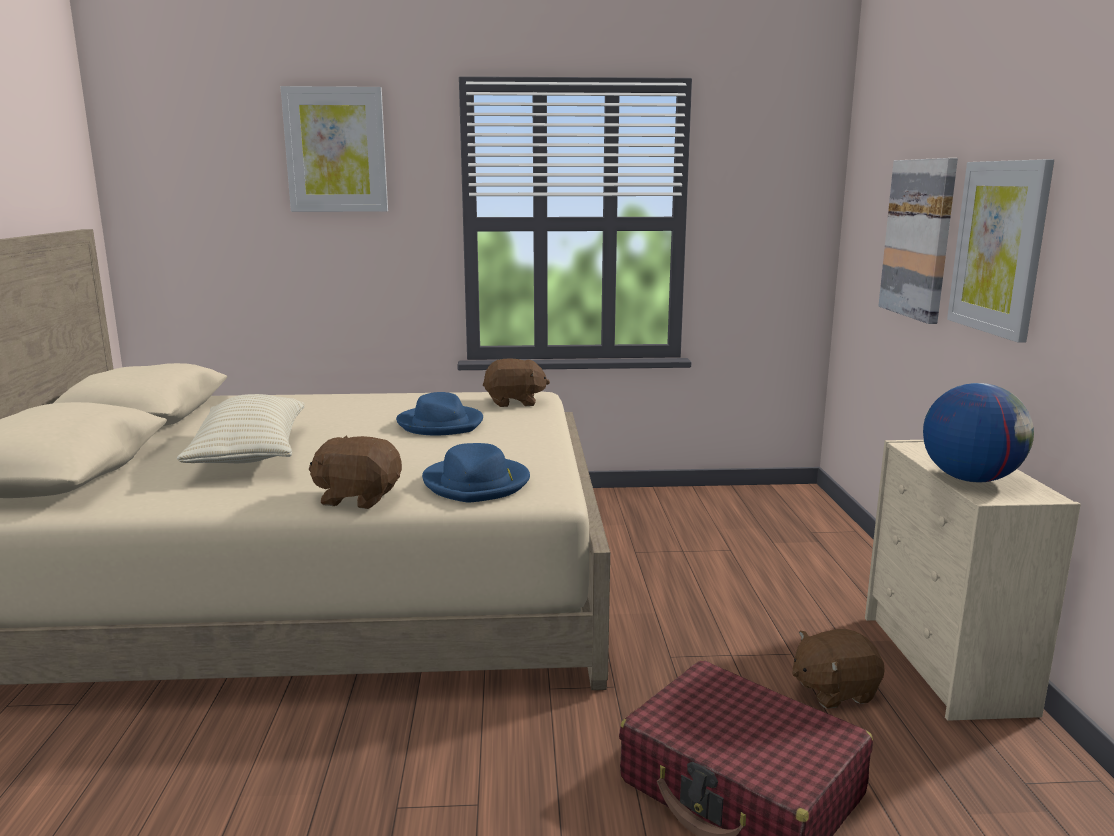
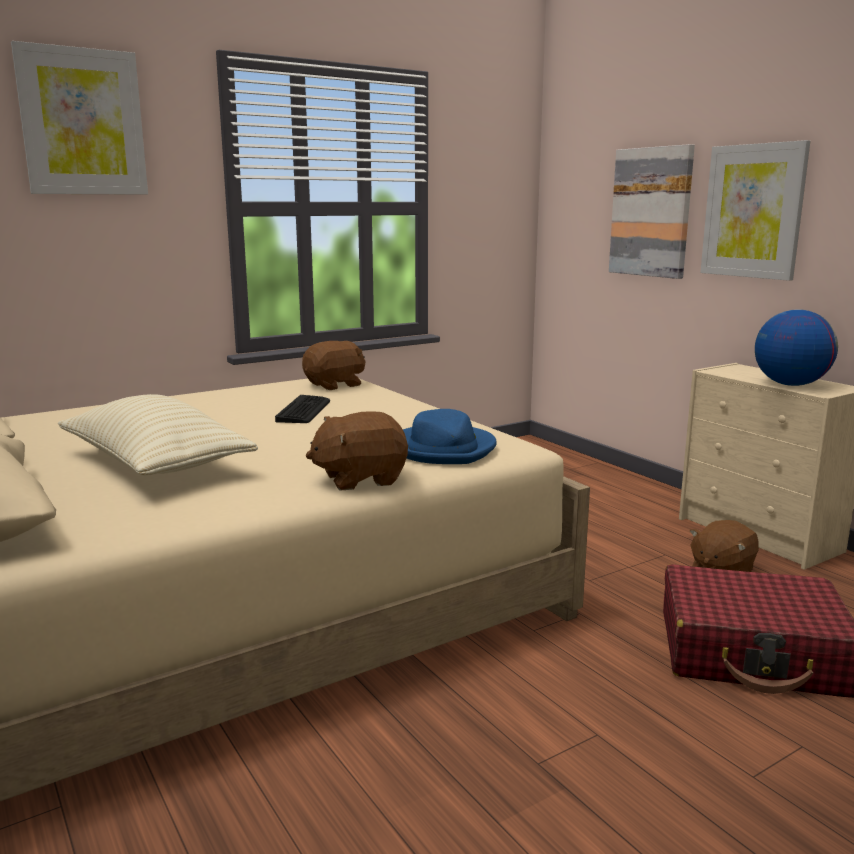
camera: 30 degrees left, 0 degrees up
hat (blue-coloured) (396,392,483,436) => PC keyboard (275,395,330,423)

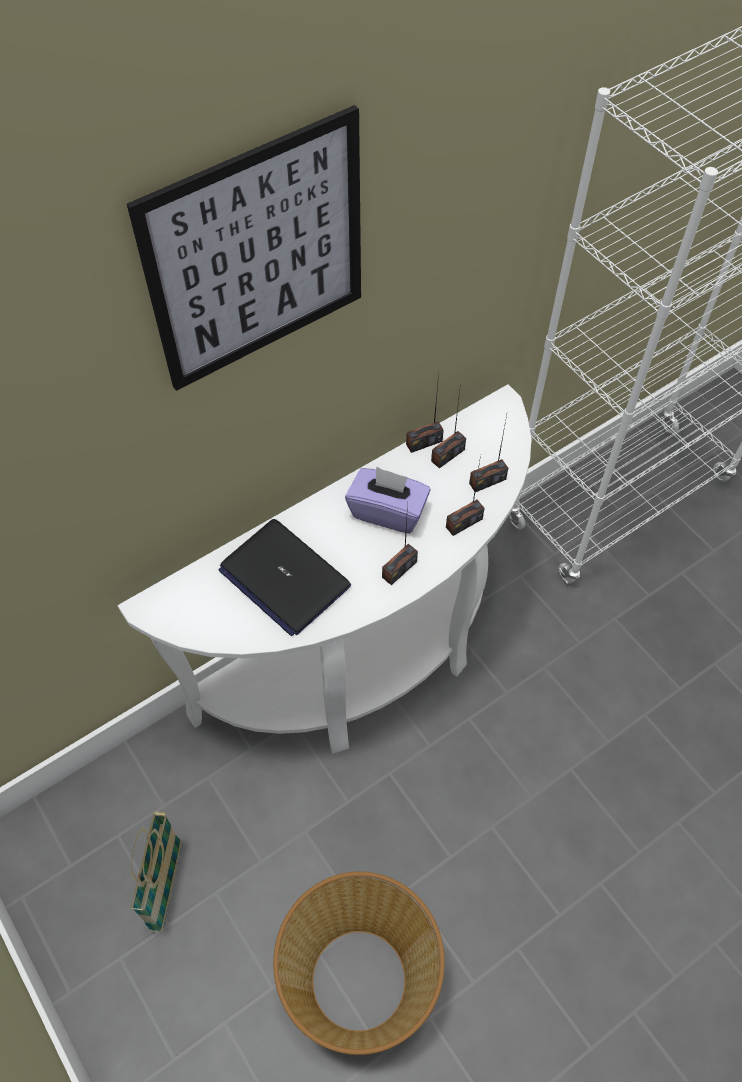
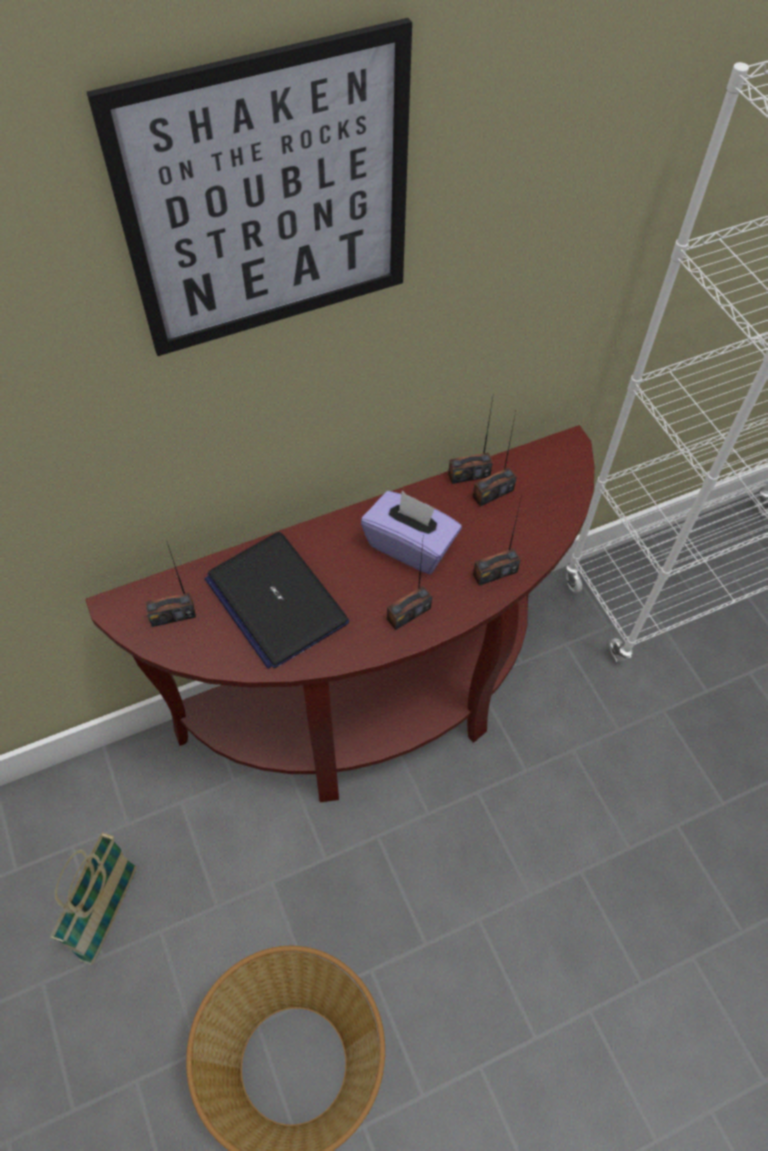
camera: 10 degrees right, 0 degrees up
hall table (white-coloured) (118,384,532,754) => hall table (brown-coloured) (85,425,594,802)
radio (469,415,508,492) => radio (145,542,196,627), relocated

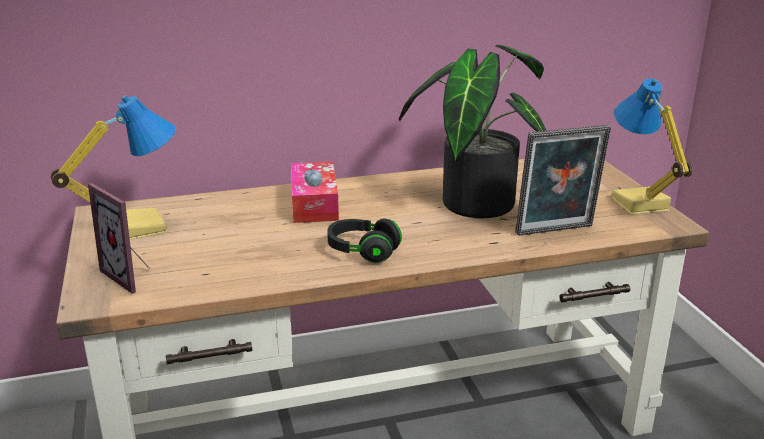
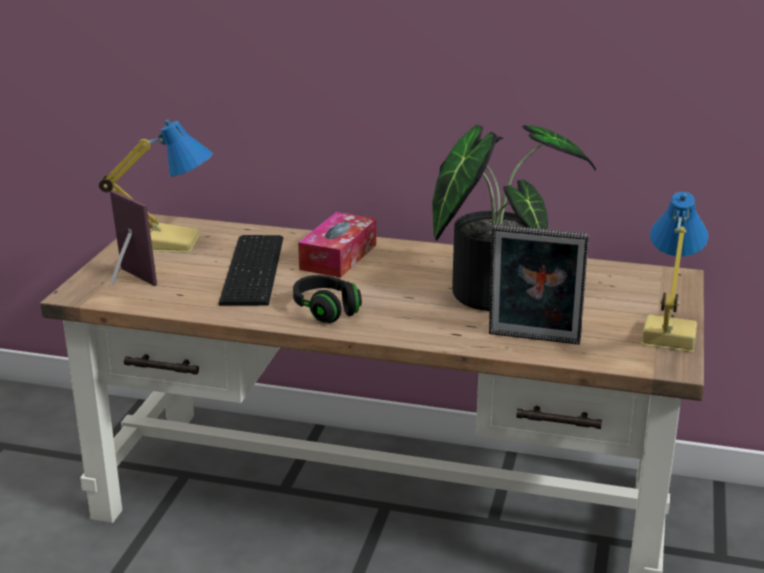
camera: 30 degrees right, 0 degrees up
picture frame (88,183,149,294) => picture frame (110,190,157,286), 150 degrees clockwise
nothing => PC keyboard (218,235,283,306)

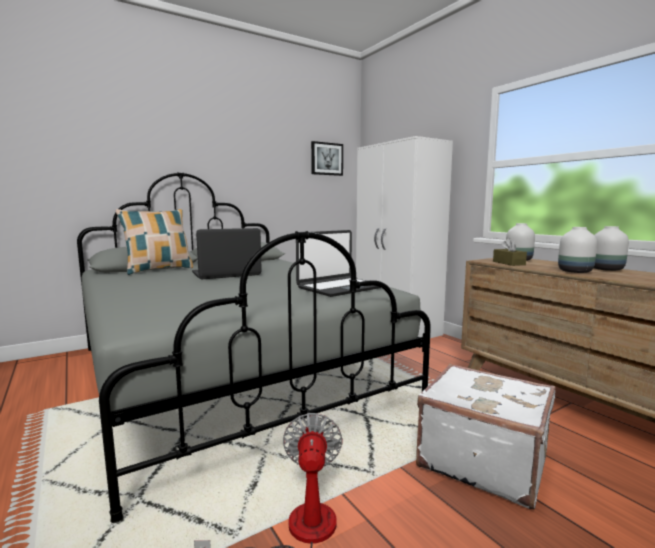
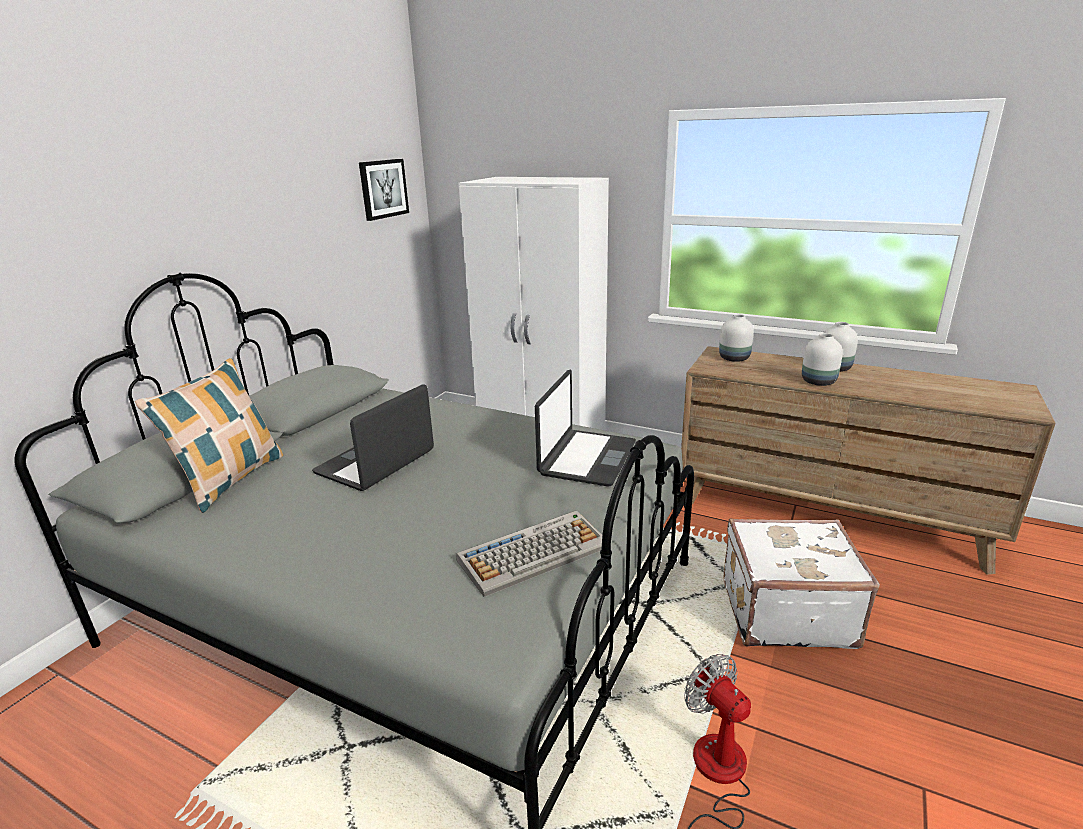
camera: 30 degrees left, 15 degrees up
nothing => PC keyboard (456,510,602,597)
box of tissues (brown-coloured) (493,238,527,266) => nothing

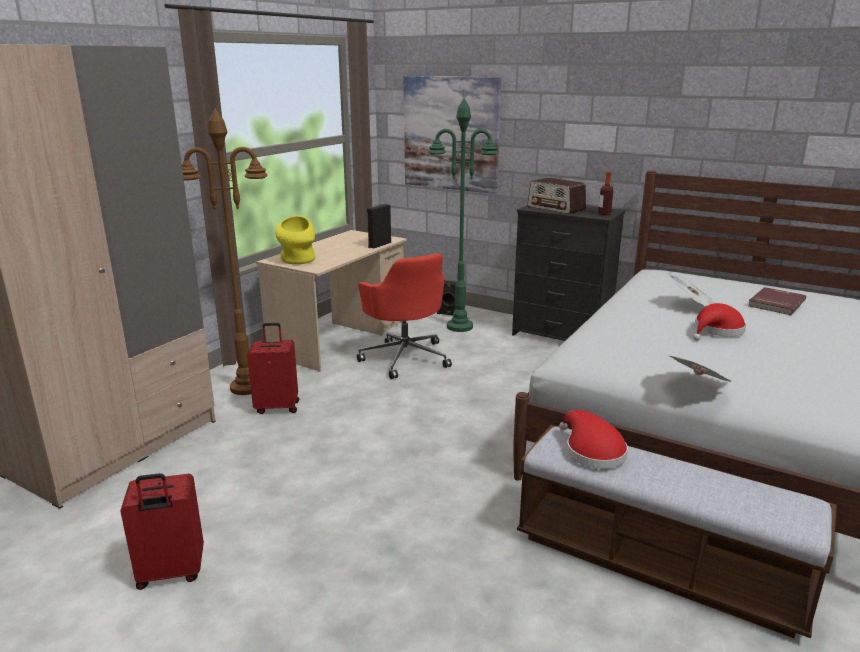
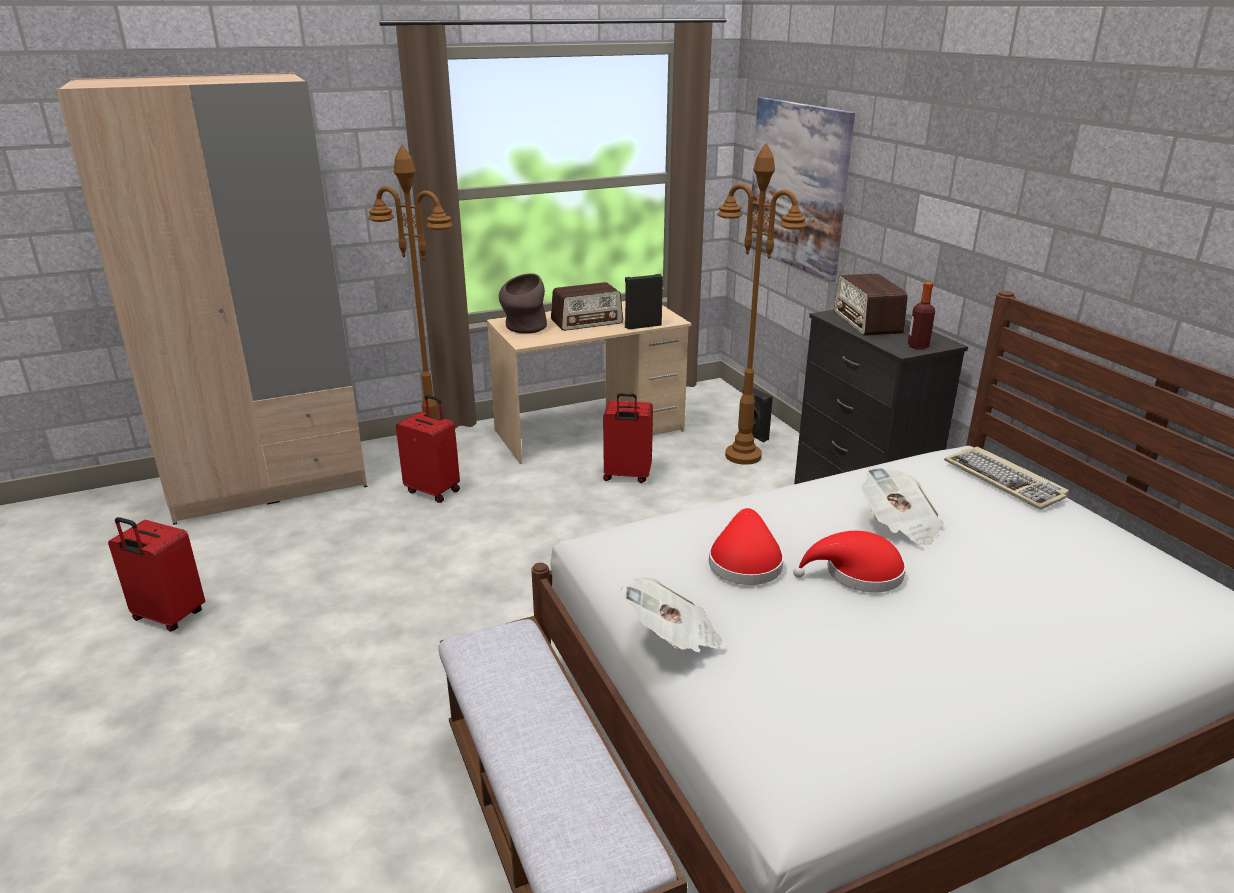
camera: 35 degrees right, 5 degrees up
flower vase (yellow) (275,216,315,264) => flower vase (brown-coloured) (499,273,547,334)
nothing => radio (551,282,623,331)
office chair (red-coloured) (357,253,452,379) => travel case (red-coloured) (603,393,653,483)
hat (red-coloured) (559,410,628,469) => hat (red-coloured) (709,508,784,585), relocated
standing lamp (green) (428,98,498,332) => standing lamp (brown-coloured) (717,143,807,465)
nothing => PC keyboard (944,447,1069,510)
bound book (red-coloured) (748,287,806,315) => nothing

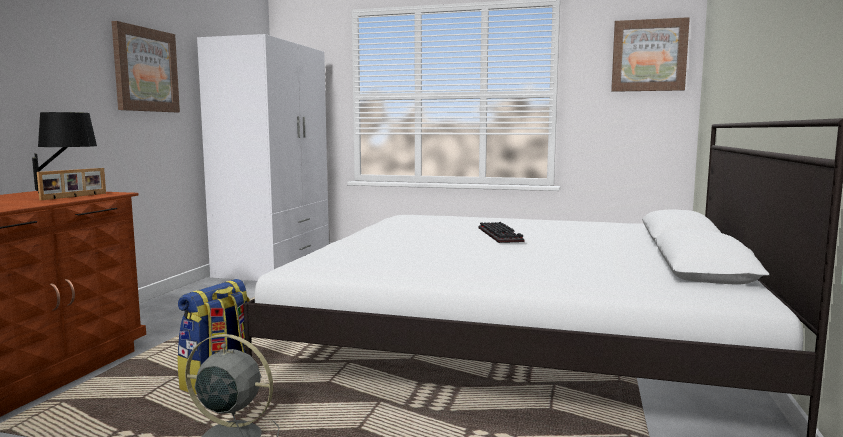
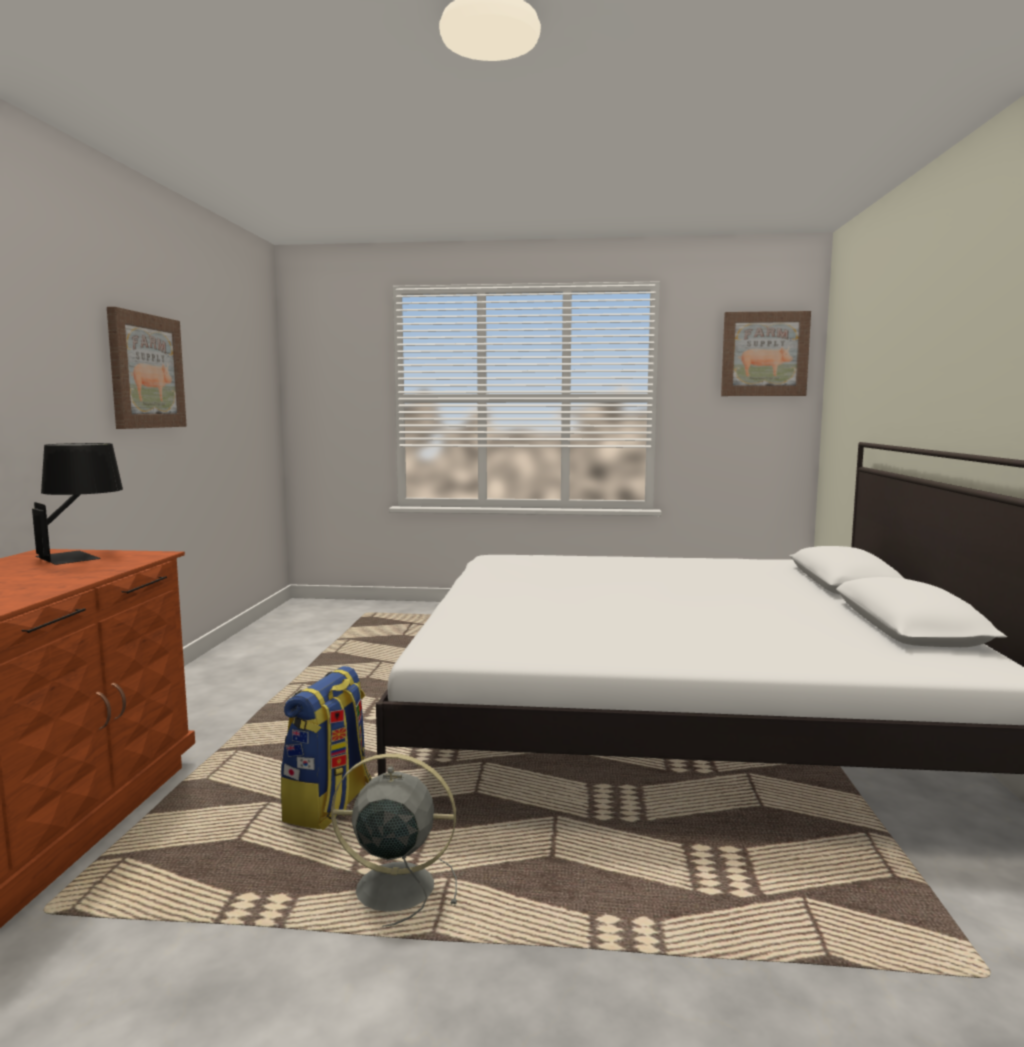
camera: 10 degrees left, 0 degrees up
picture frame (37,168,106,200) => nothing
wardrobe (white-coloured) (197,34,329,281) => nothing
PC keyboard (479,222,525,243) => nothing

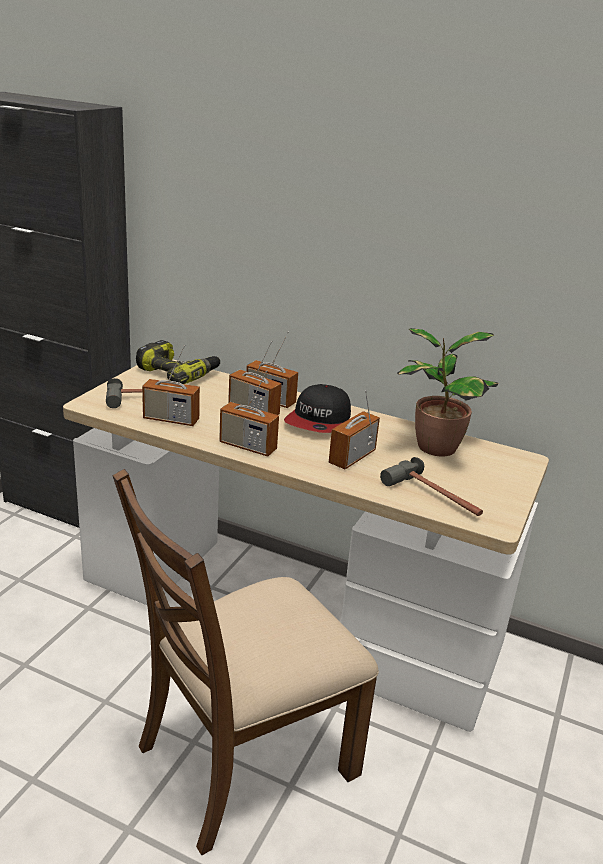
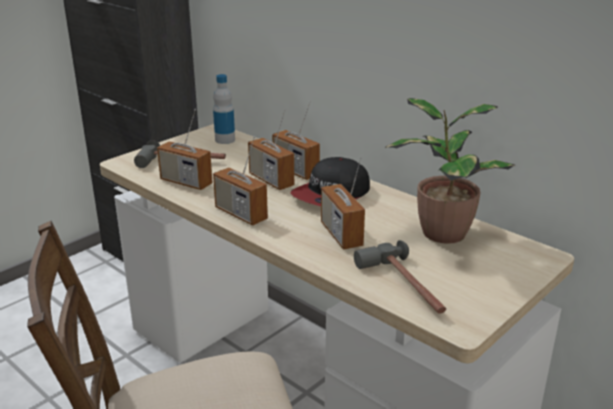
camera: 20 degrees right, 0 degrees up
drill (136,340,220,384) => drink bottle (213,74,235,144)
radio (329,390,380,469) => radio (321,157,365,249), 75 degrees counterclockwise

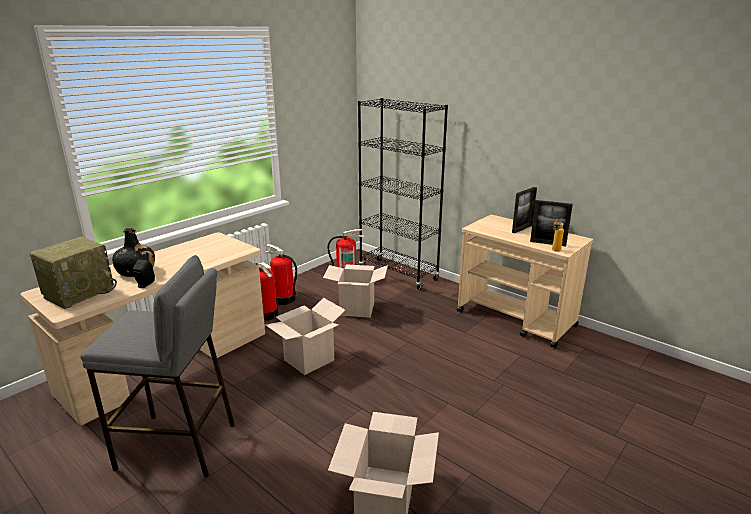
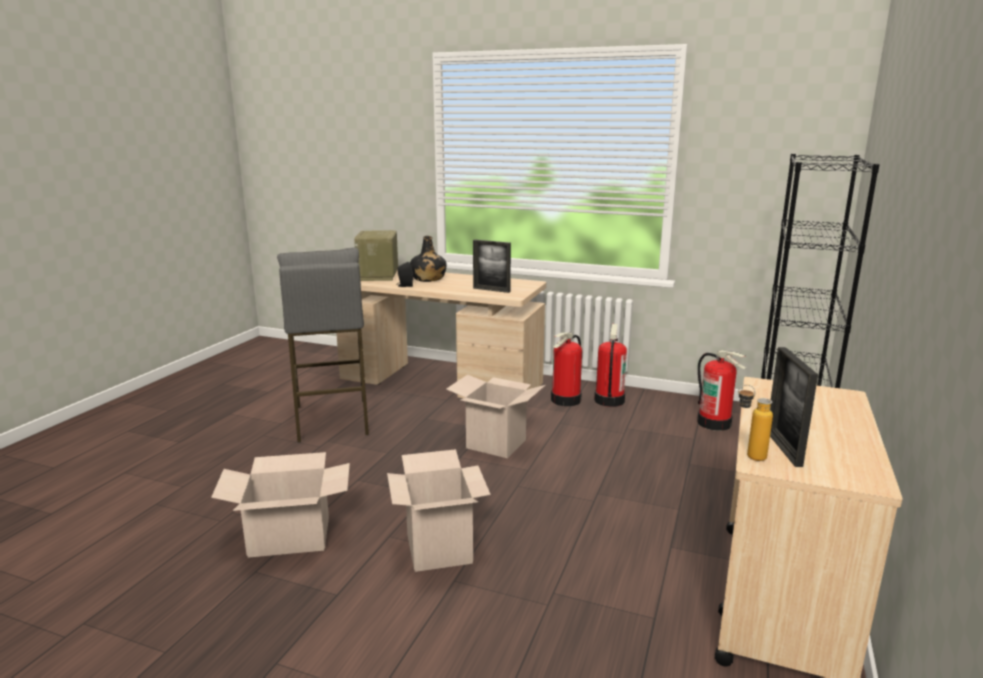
camera: 70 degrees right, 5 degrees down
radio (30,237,117,309) => radio (354,230,398,281), 75 degrees clockwise
carton (323,264,388,318) => carton (387,449,491,572), relocated
picture frame (512,187,537,234) => picture frame (473,240,511,293), relocated

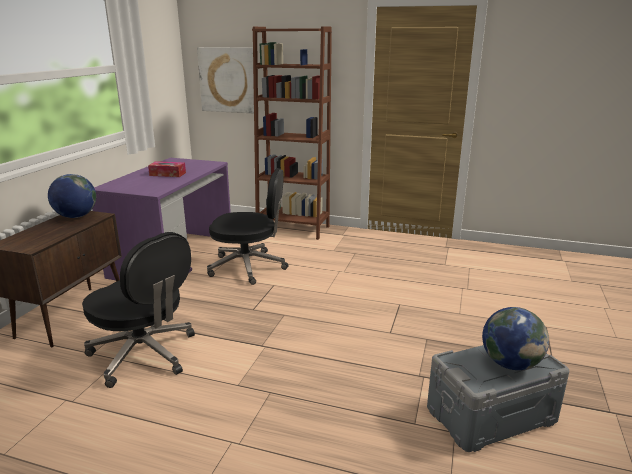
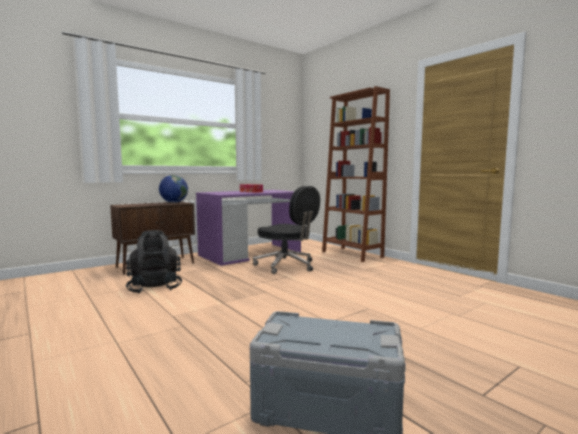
camera: 35 degrees right, 15 degrees down
office chair (blackish) (82,232,195,388) => knapsack (blackish) (126,230,182,294)
picture (197,47,254,113) => nothing
desk globe (482,307,549,370) => nothing

